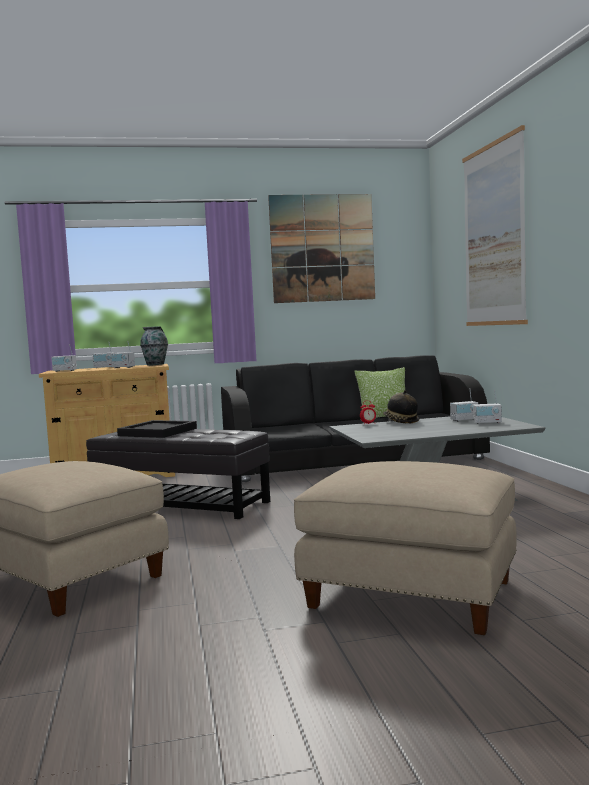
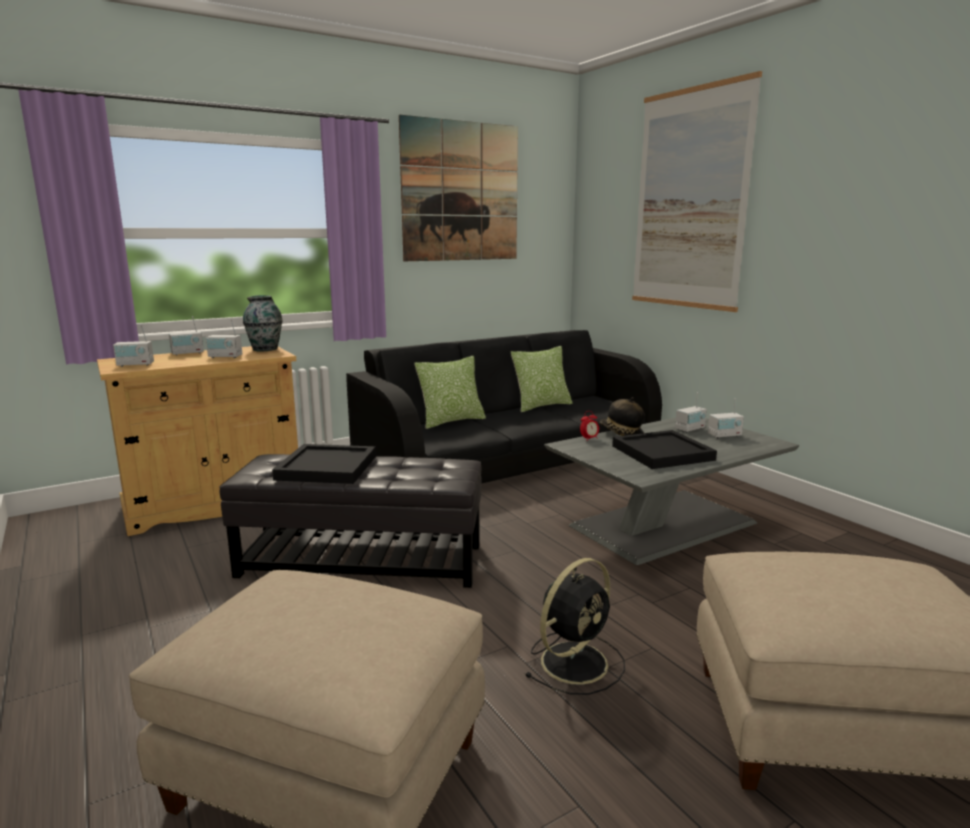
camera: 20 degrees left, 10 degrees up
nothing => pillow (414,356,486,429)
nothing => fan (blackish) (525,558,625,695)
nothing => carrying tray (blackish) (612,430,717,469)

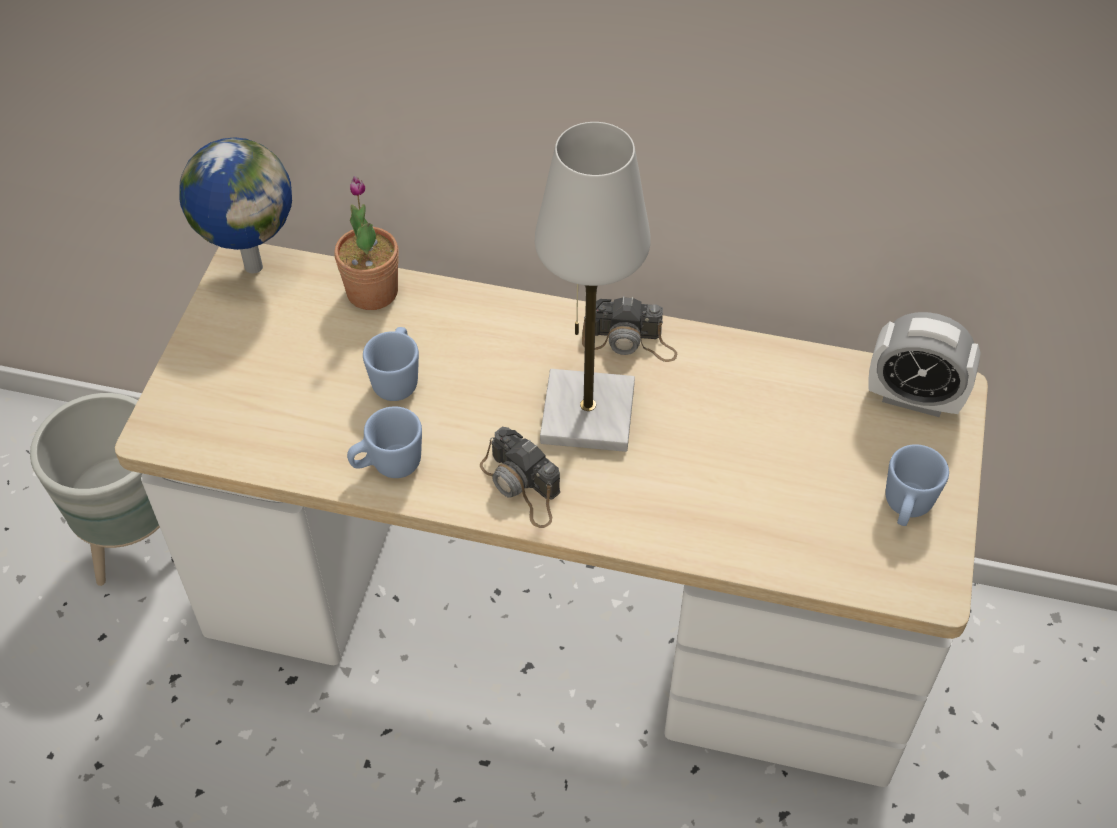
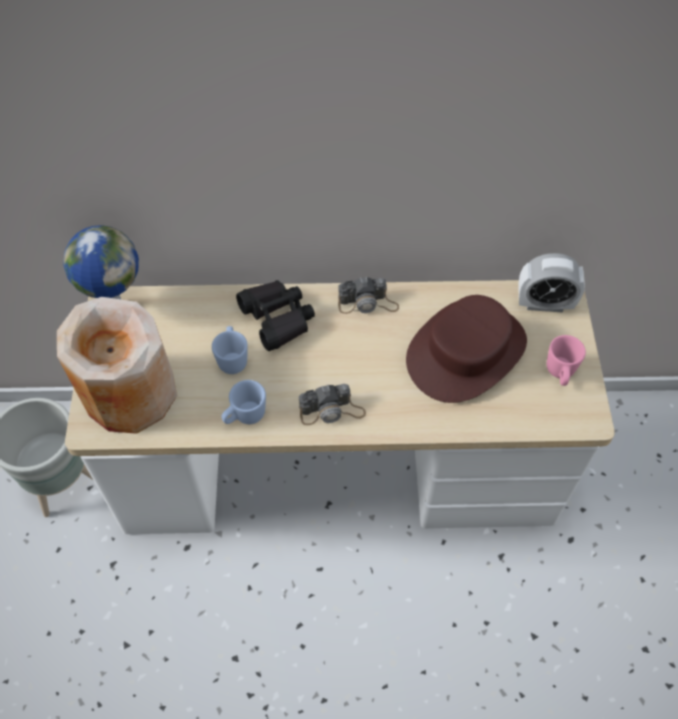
camera: 15 degrees left, 5 degrees up
nothing => flower vase (sand-coloured) (57,297,177,434)
nothing => field glasses (blackish) (236,280,315,351)
photo camera (480,427,560,528) => photo camera (299,384,366,425), 45 degrees counterclockwise
nothing => hat (brown-coloured) (406,295,527,403)
tea mug (blue-coloured) (886,444,949,526) => tea mug (pink) (547,335,586,386)
plant in a pot (334,176,399,310) => nothing
tabletop lamp (white-coloured) (535,122,651,452) => nothing

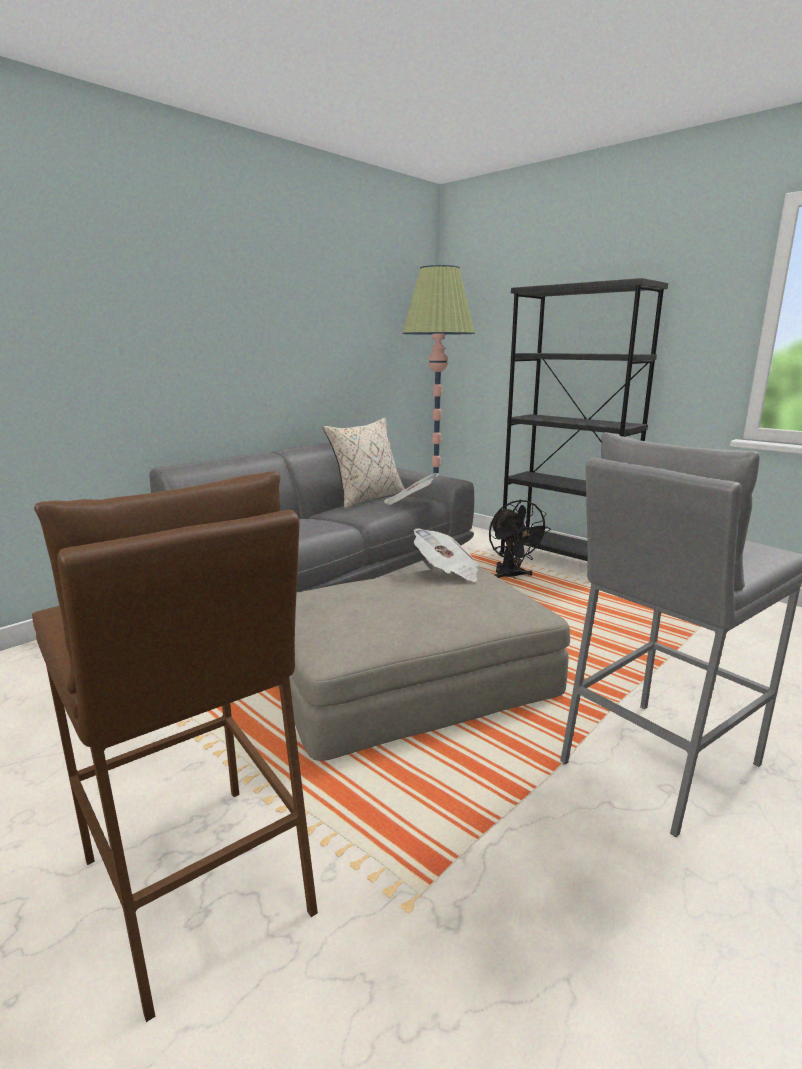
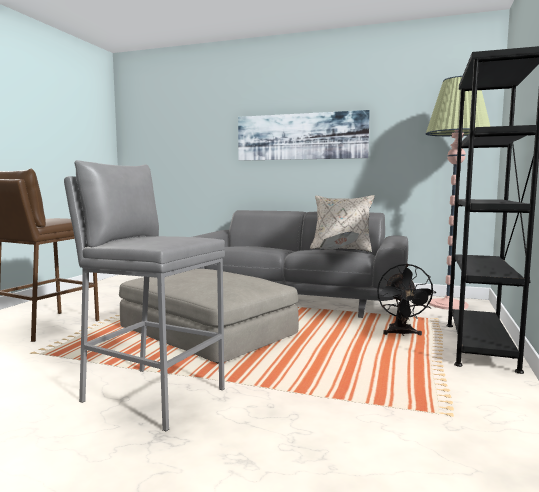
camera: 65 degrees right, 10 degrees down
nothing => picture (238,110,370,161)
fan (blackish) (489,500,551,579) => fan (blackish) (377,264,436,336), 45 degrees counterclockwise
newspaper (414,528,479,582) => nothing

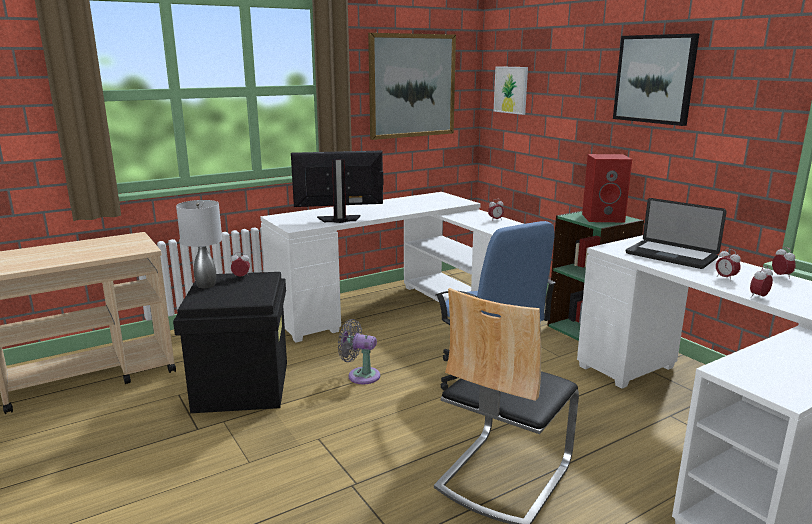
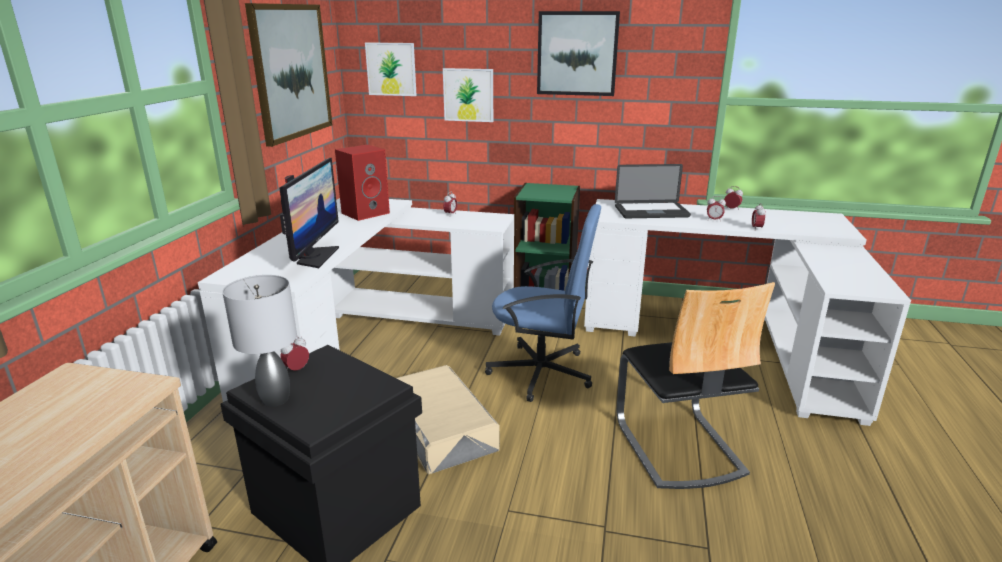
camera: 45 degrees left, 5 degrees up
monitor (291,151,383,223) => monitor (279,158,339,268), 150 degrees clockwise
audio speaker (red-coloured) (582,154,632,222) => audio speaker (red-coloured) (335,144,390,221), relocated
fan (gray) (338,319,380,384) => storage container (sand-coloured) (397,365,499,474)
nothing => picture (443,68,493,122)

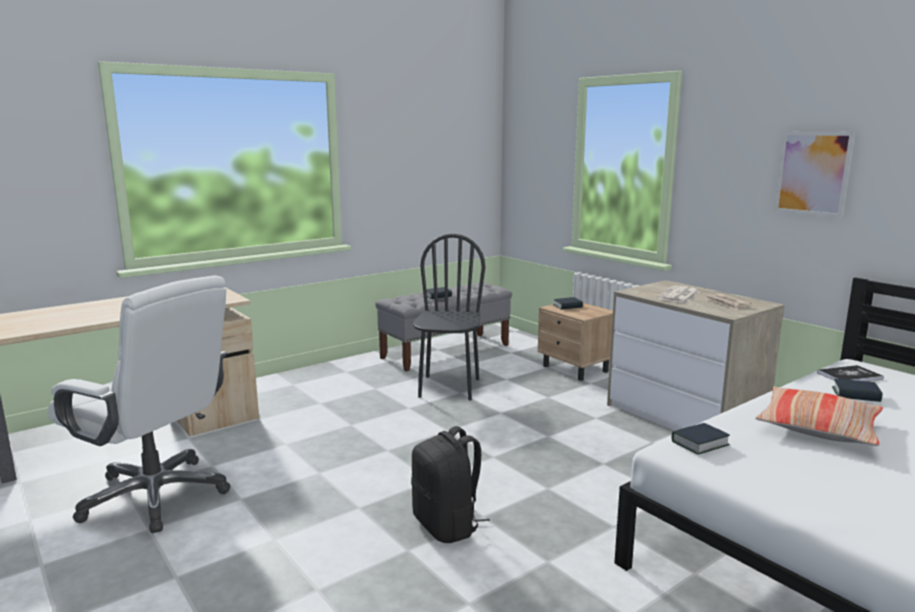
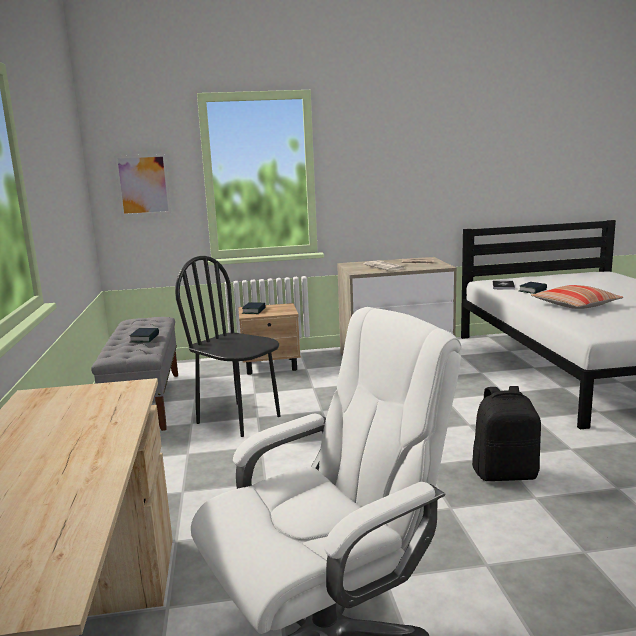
camera: 60 degrees left, 0 degrees up
picture (774,132,855,218) => picture (114,154,172,216), relocated
bound book (672,423,730,454) => nothing

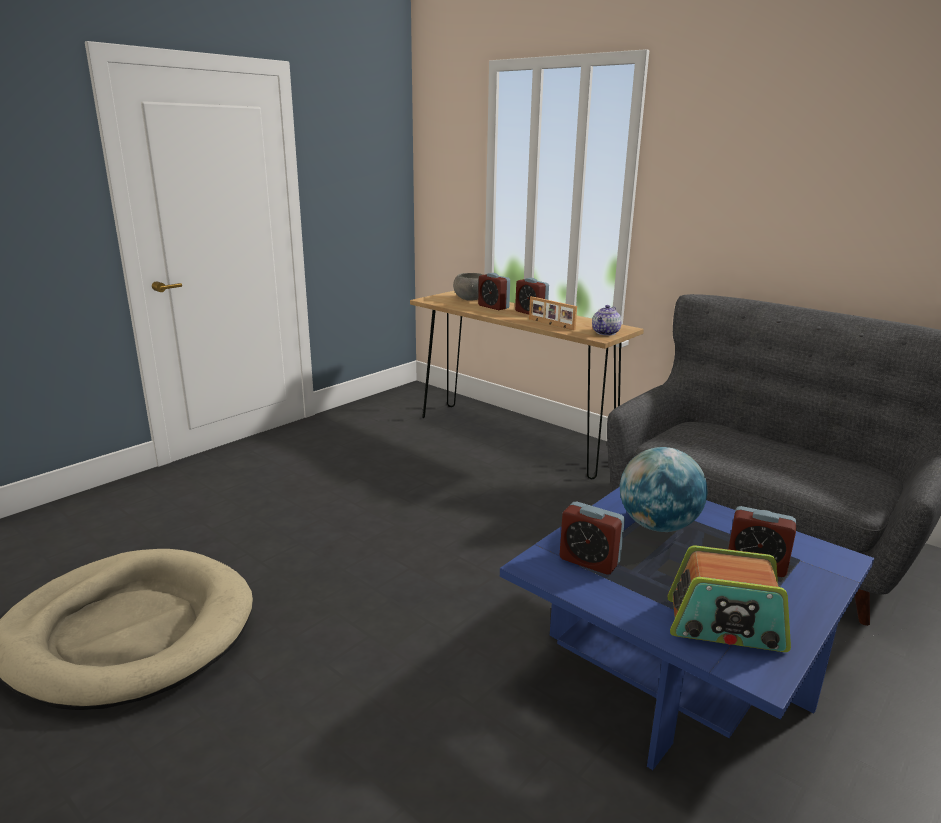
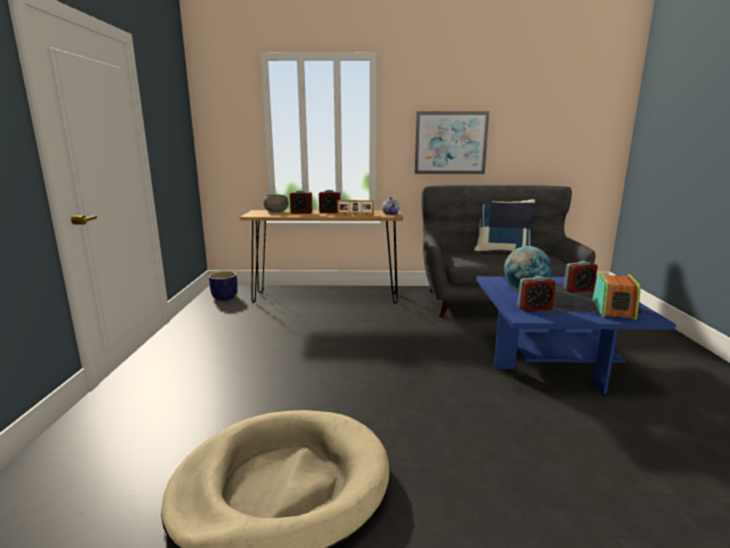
camera: 40 degrees left, 5 degrees down
nothing => flower pot (209,271,238,300)
nothing => picture (414,111,489,174)
nothing => pillow (blue-coloured) (474,199,535,252)
radio (667,545,791,652) => radio (593,272,642,320), 45 degrees counterclockwise

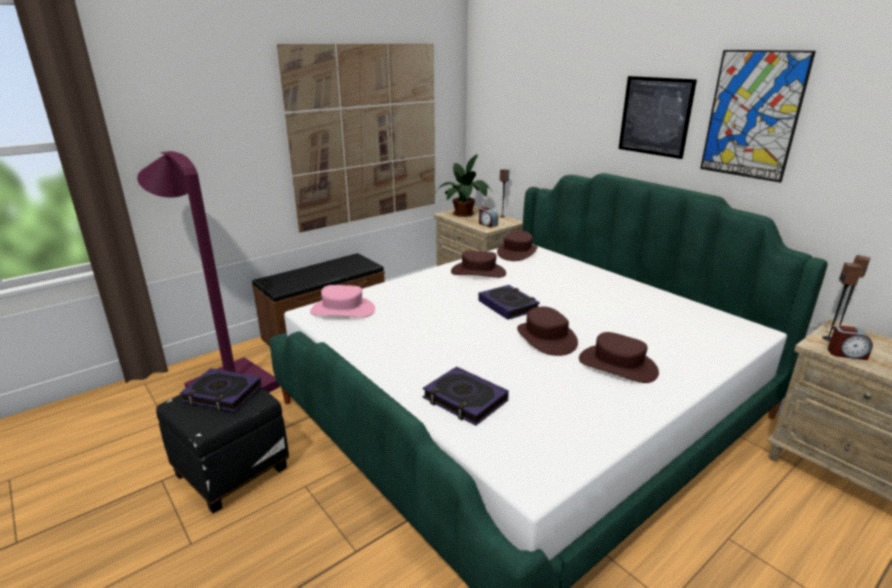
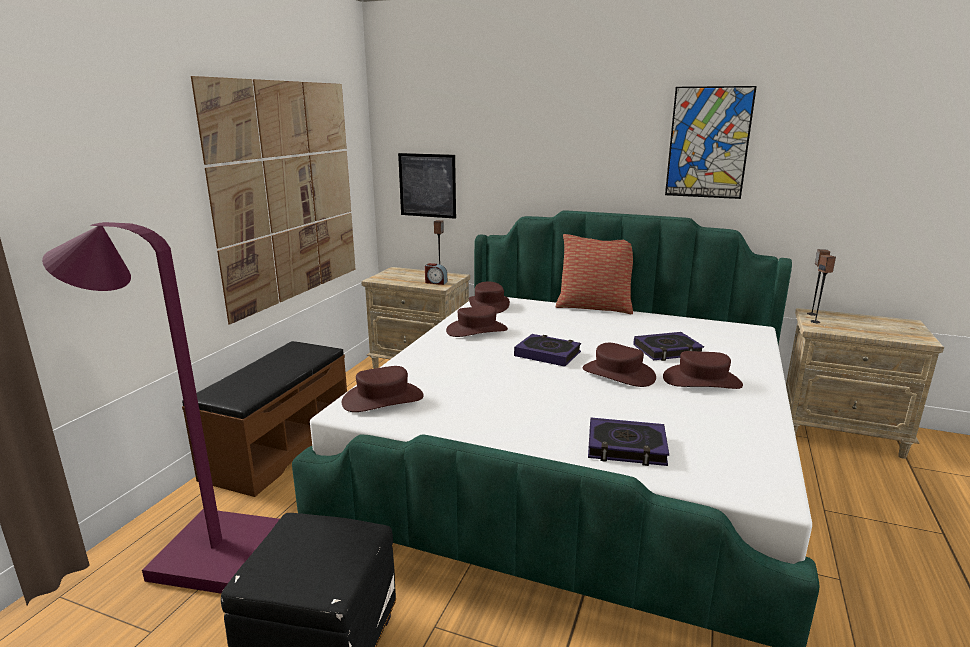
camera: 30 degrees left, 5 degrees down
hat (pink) (310,285,375,318) => hat (brown-coloured) (342,366,424,412)
picture (619,76,697,159) => picture (398,153,456,219), relocated
nothing => pillow (556,234,633,314)
bound book (180,368,262,412) => bound book (634,332,704,361), relocated
plant in a pot (435,154,491,217) => nothing
alarm clock (828,325,873,360) => nothing

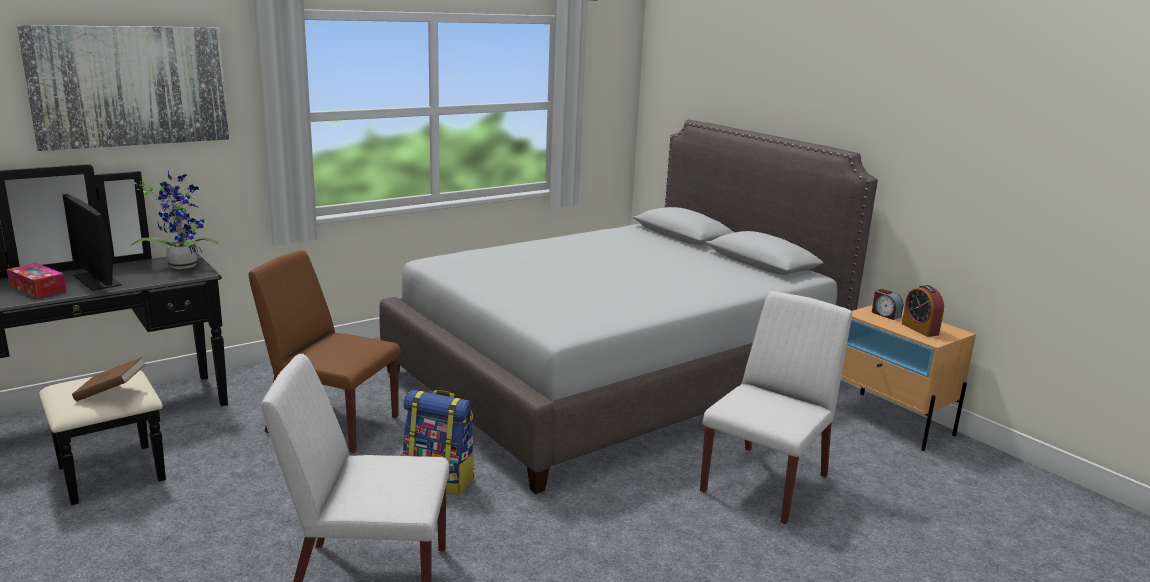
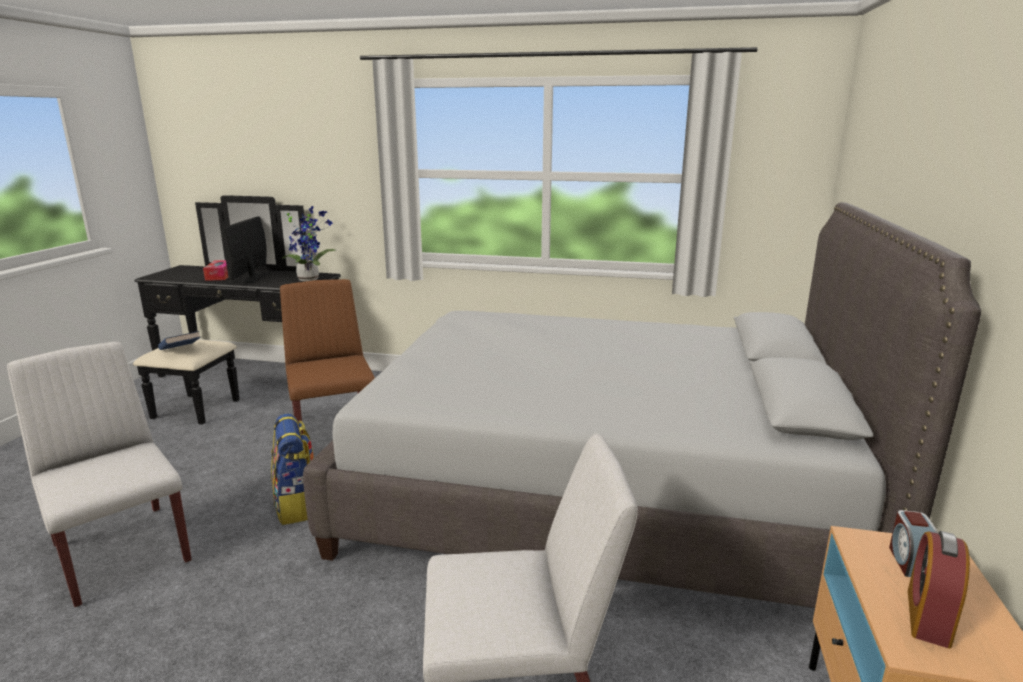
camera: 50 degrees right, 0 degrees up
bound book (brown-coloured) (72,357,146,401) => bound book (blue-coloured) (158,331,201,350)
picture (17,25,229,151) => nothing

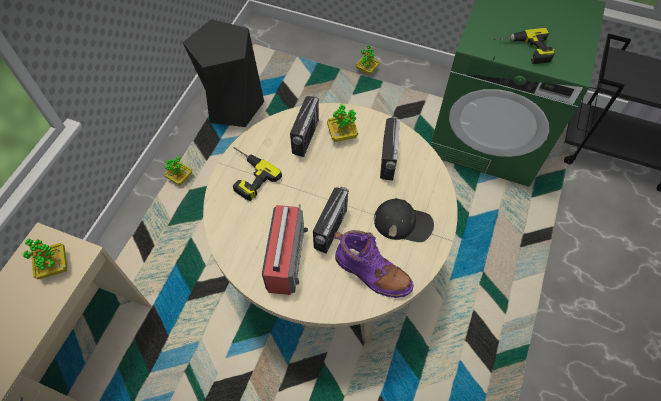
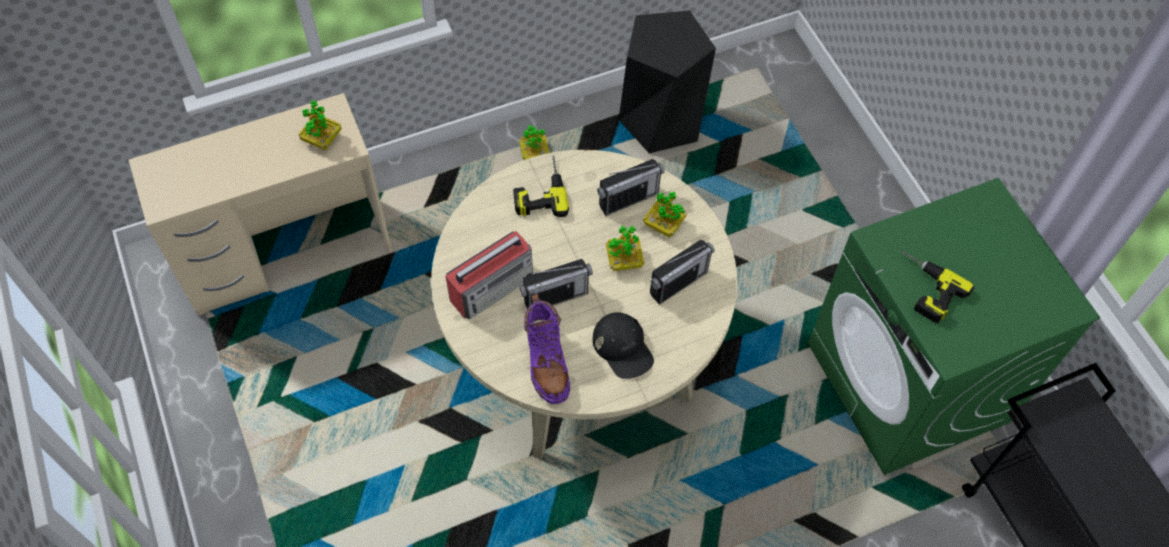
camera: 45 degrees right, 0 degrees up
plant in a pot (356,45,379,75) => plant in a pot (606,226,644,271), relocated

